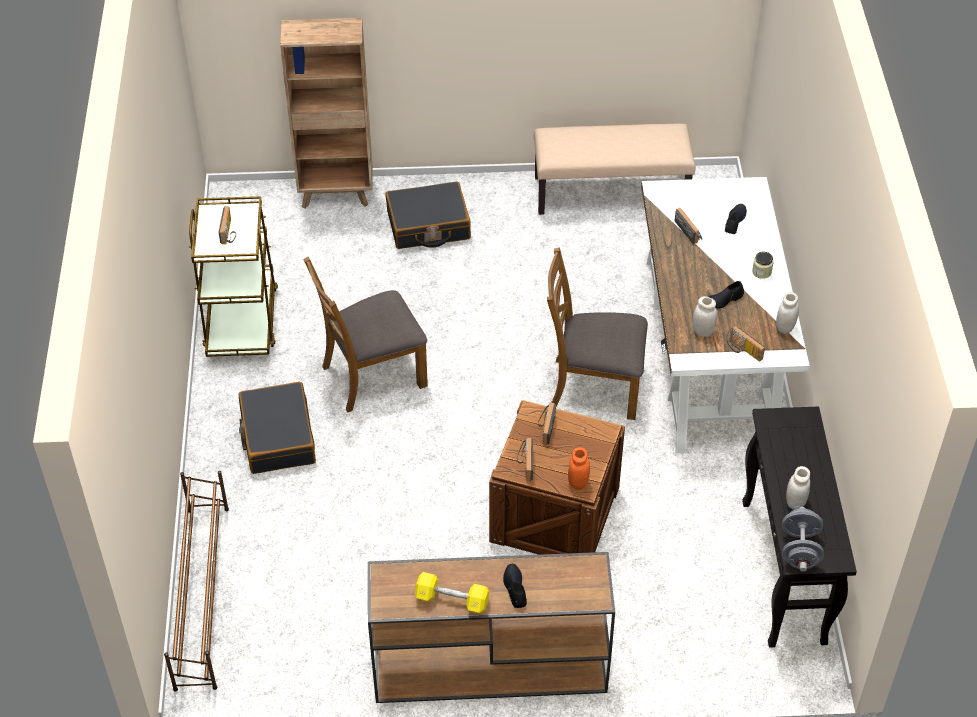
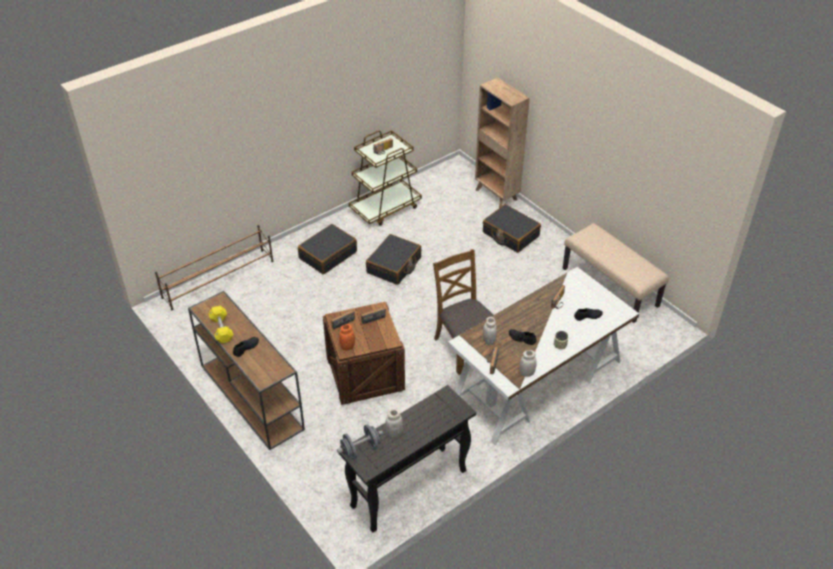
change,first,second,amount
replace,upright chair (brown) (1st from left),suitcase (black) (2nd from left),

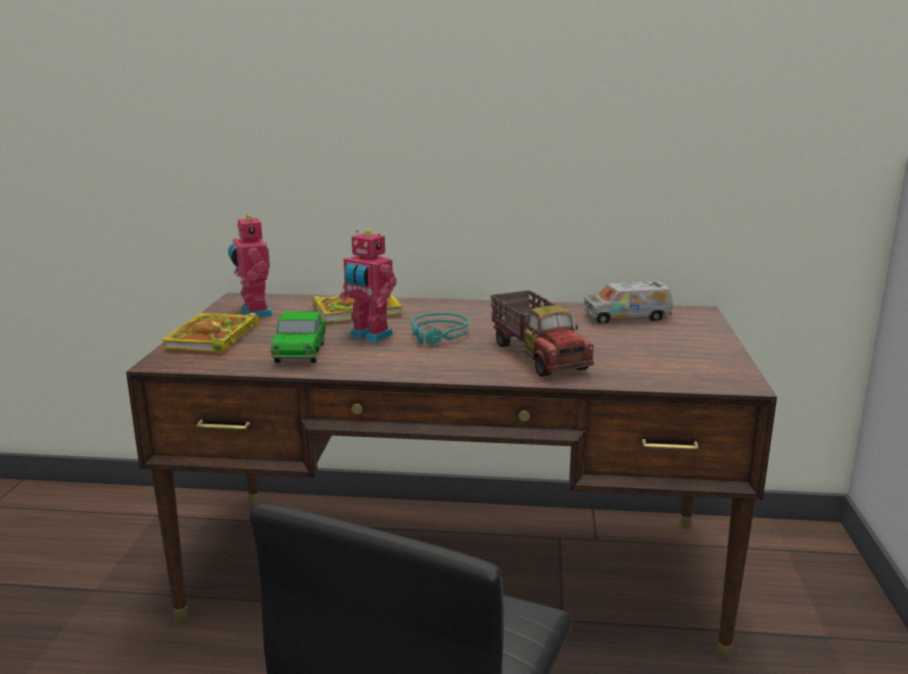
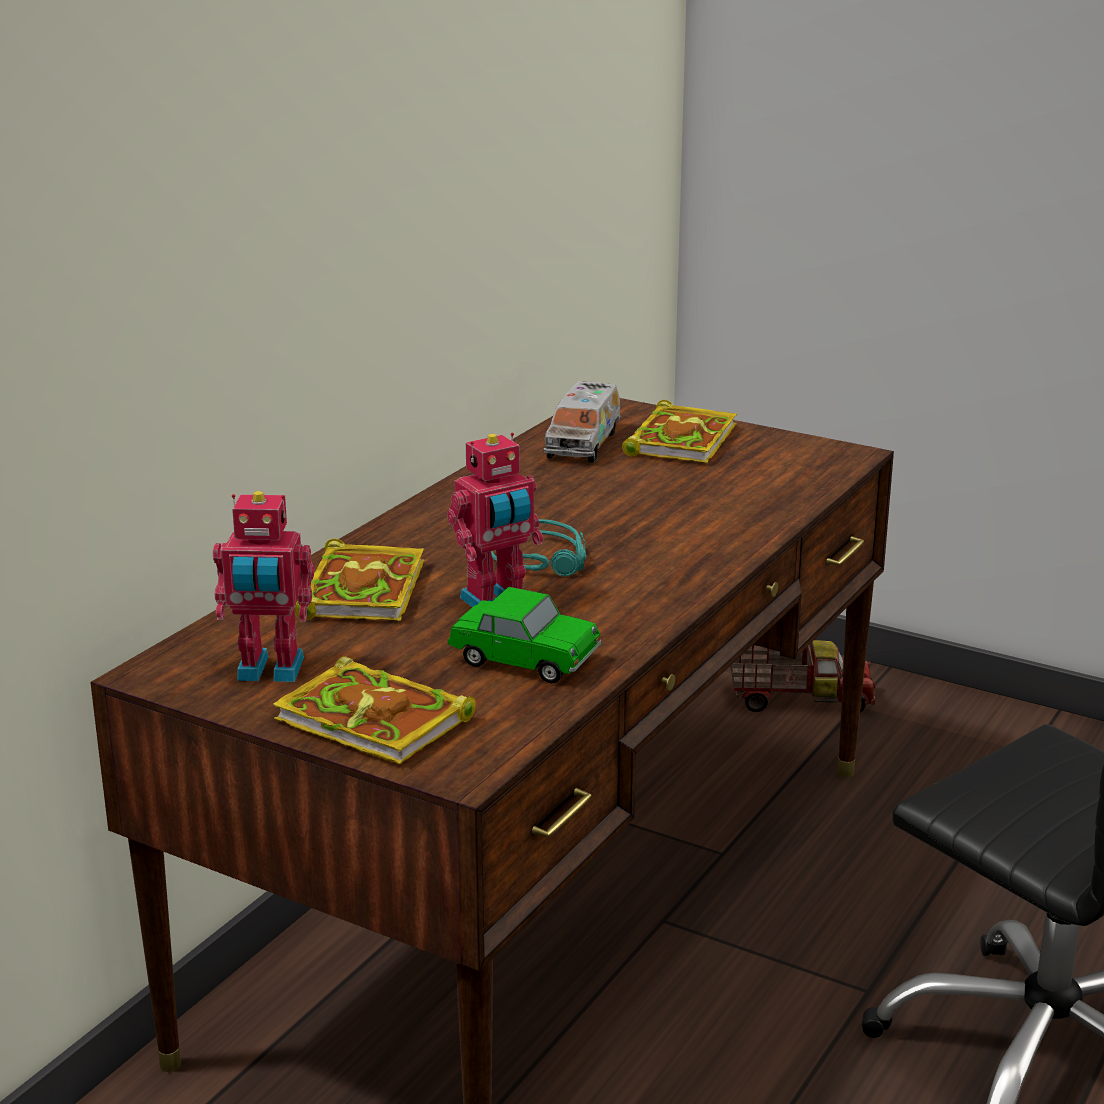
change,first,second,amount
move,model truck (1st from left in the first image),model truck (2nd from left),
insert,,book (3rd from left),

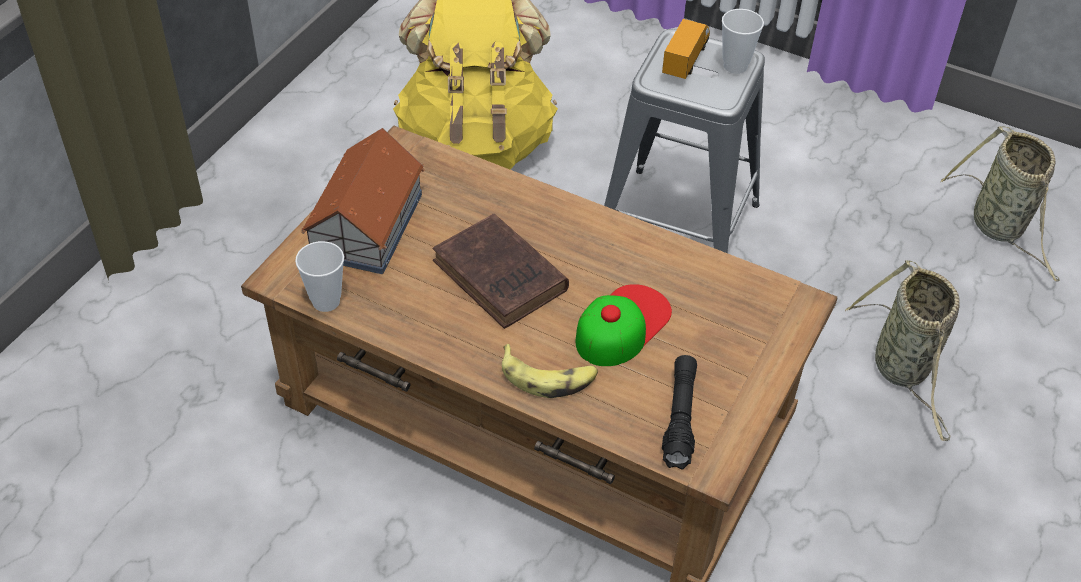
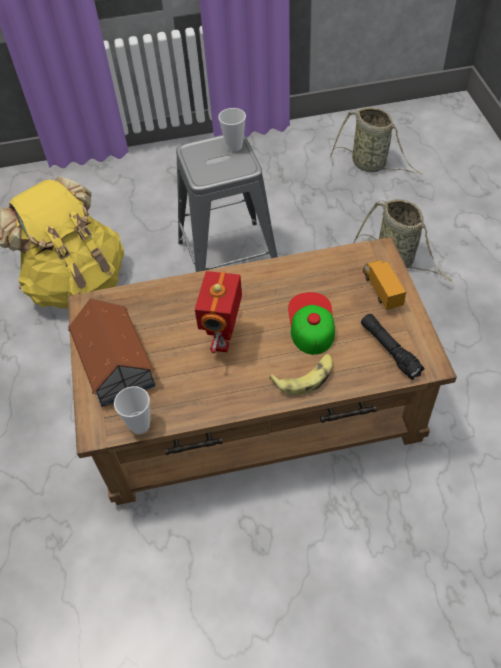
change,first,second,amount
replace,book (brown),toy robot,
move,model truck,,

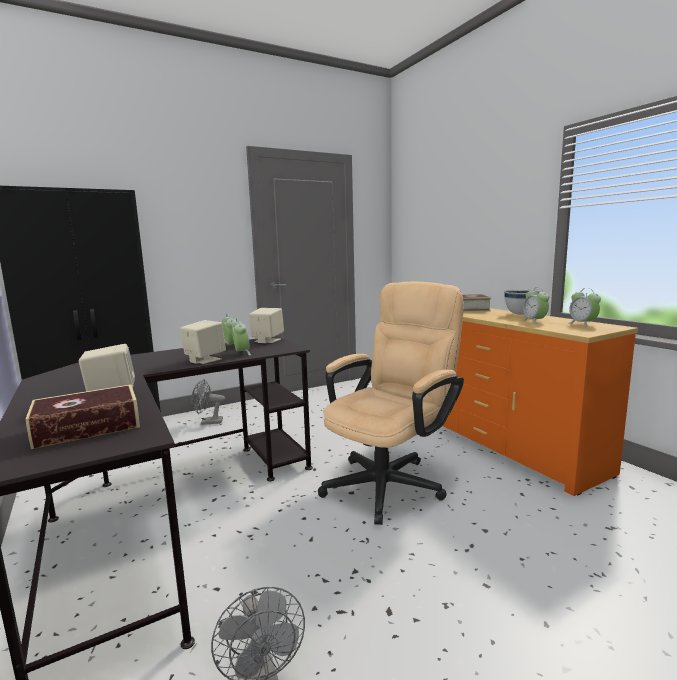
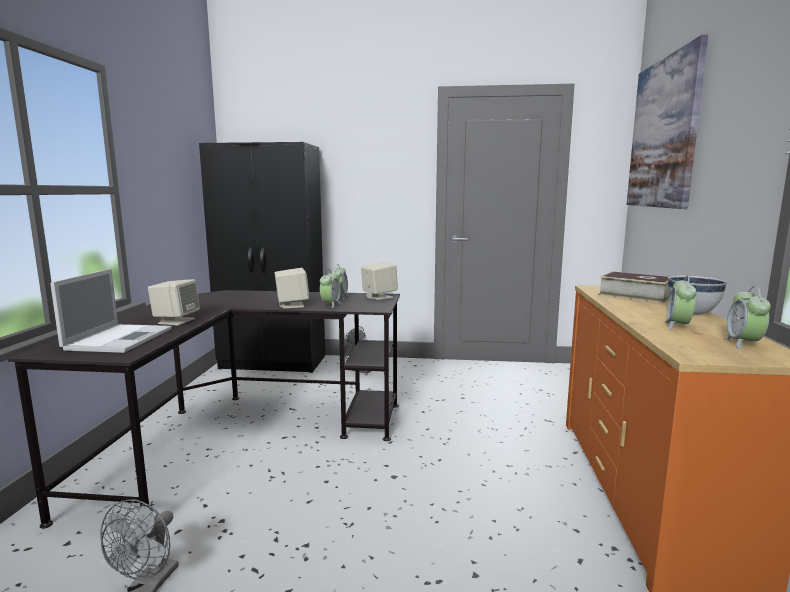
change,first,second,amount
replace,book (1st from left),laptop,
delete,office chair (beige-coloured),,
insert,,wall art,

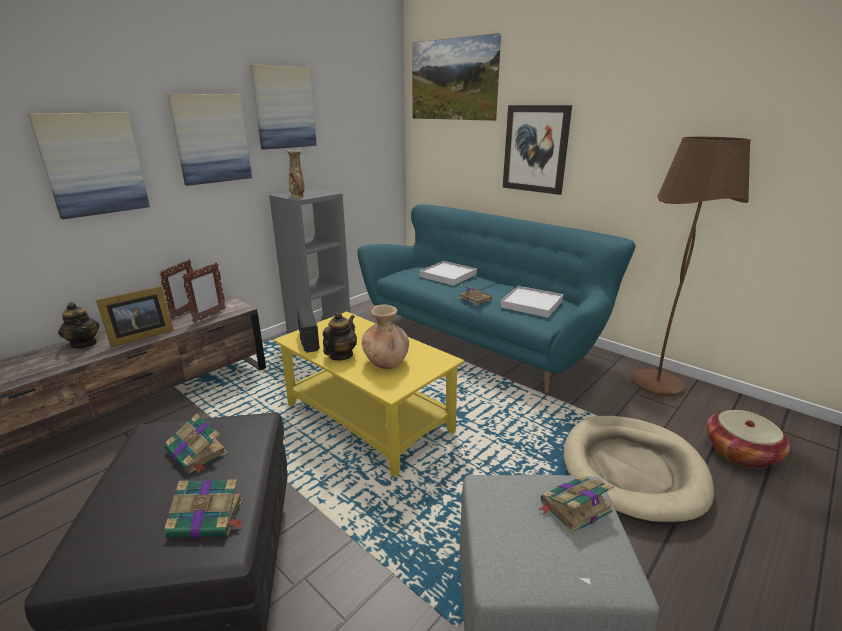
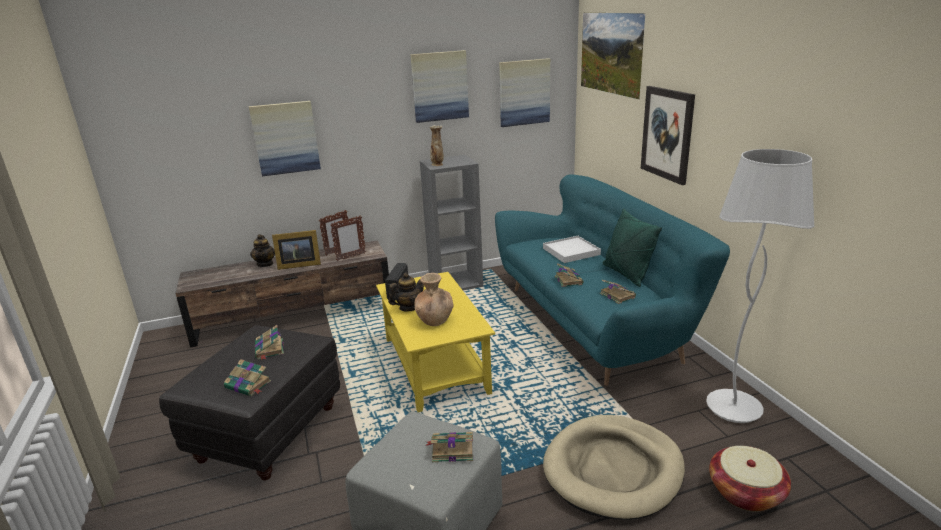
change,first,second,amount
move,wall art (2nd from left in the first image),wall art (3rd from left),
replace,carrying tray (white) (2nd from left),book (5th from left),
recolor,standing lamp (brown),standing lamp (white),
insert,,throw pillow (green-coloured),

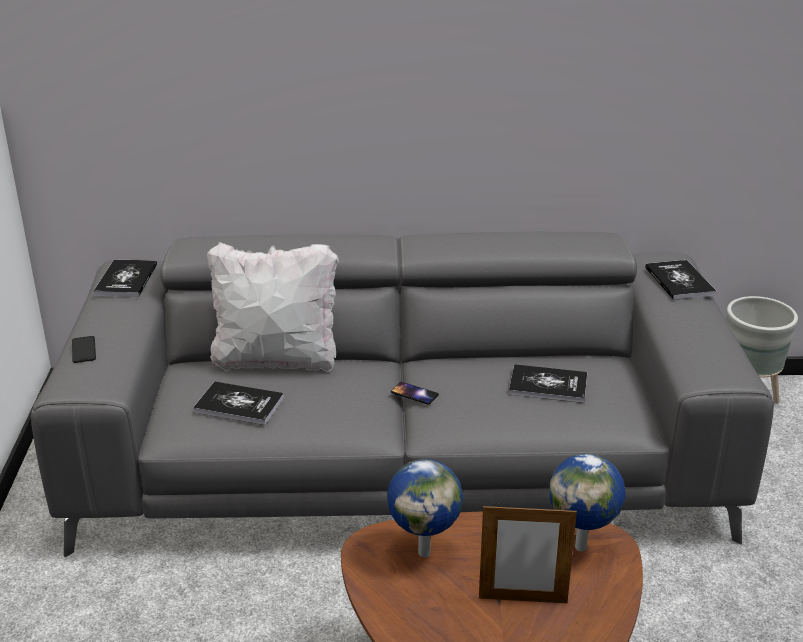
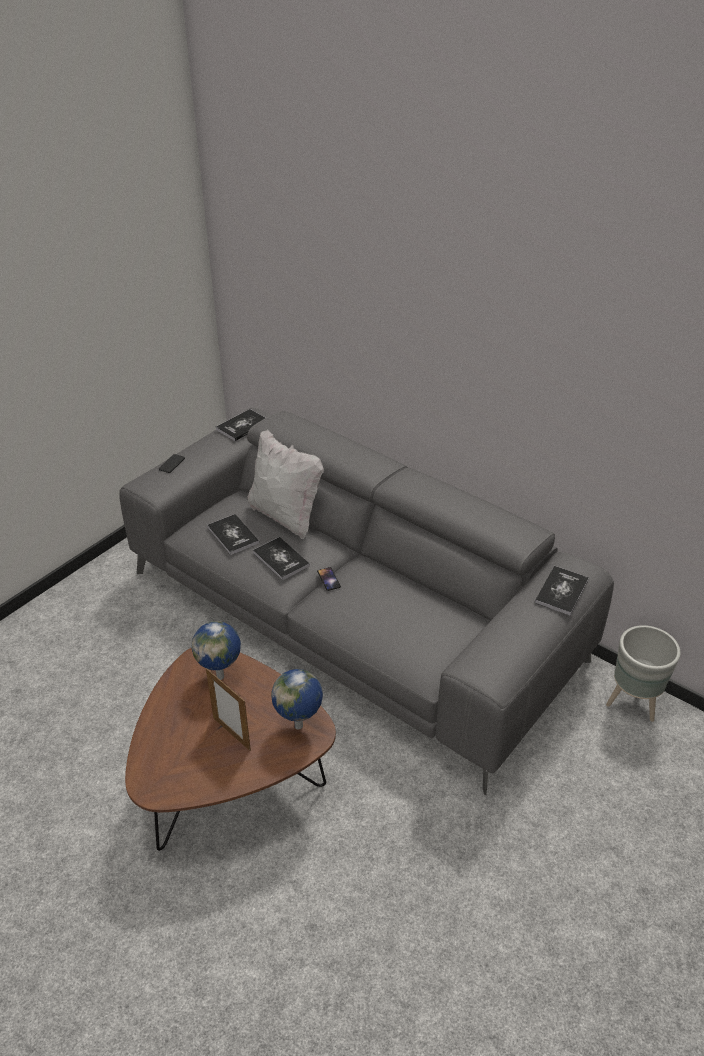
change,first,second,amount
move,book (3rd from left),,

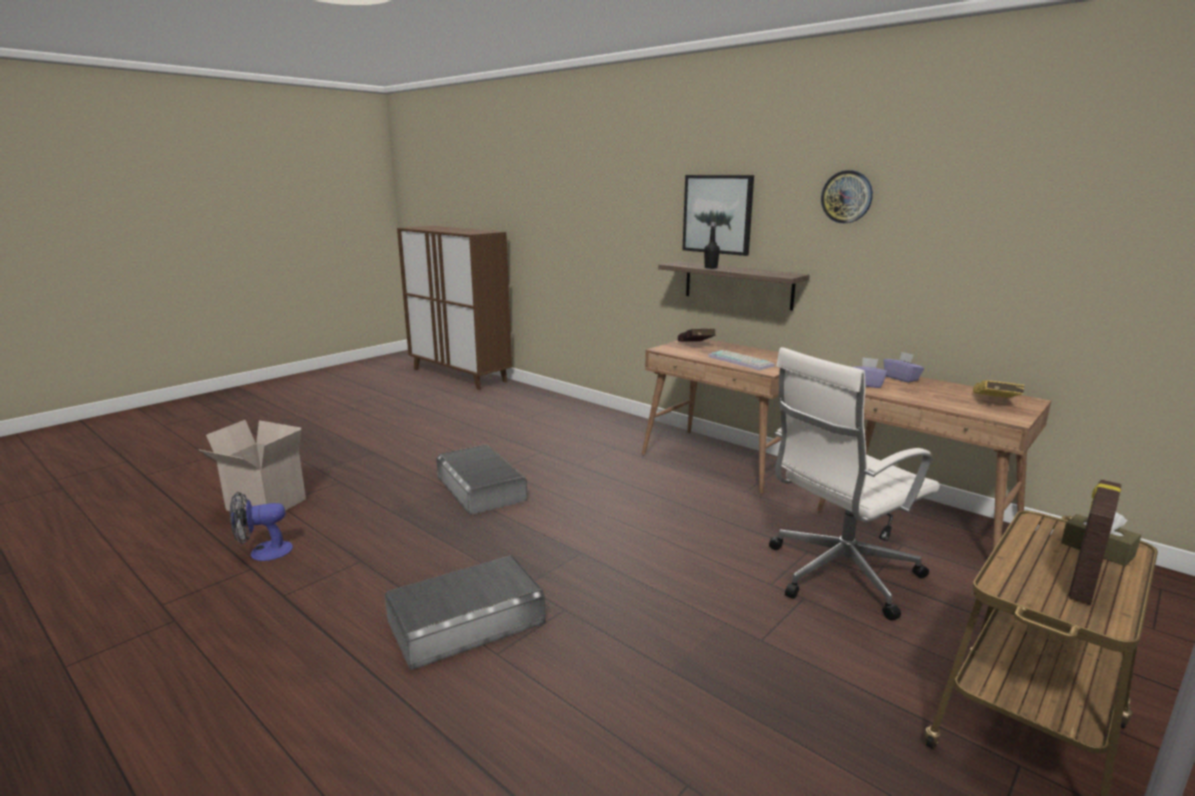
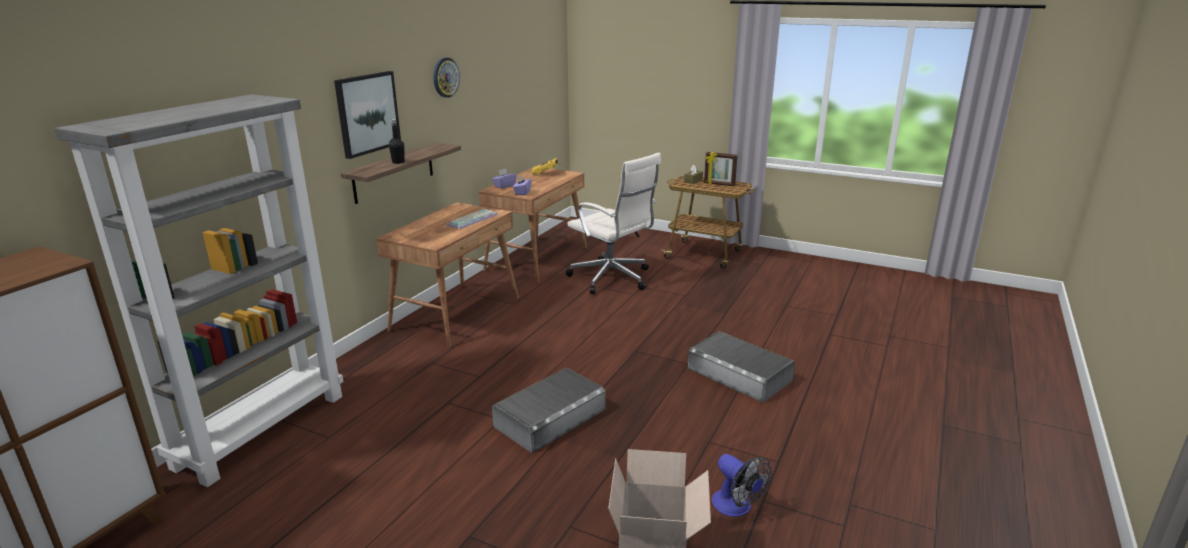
change,first,second,amount
delete,book (red),,
insert,,shelving unit (grey),

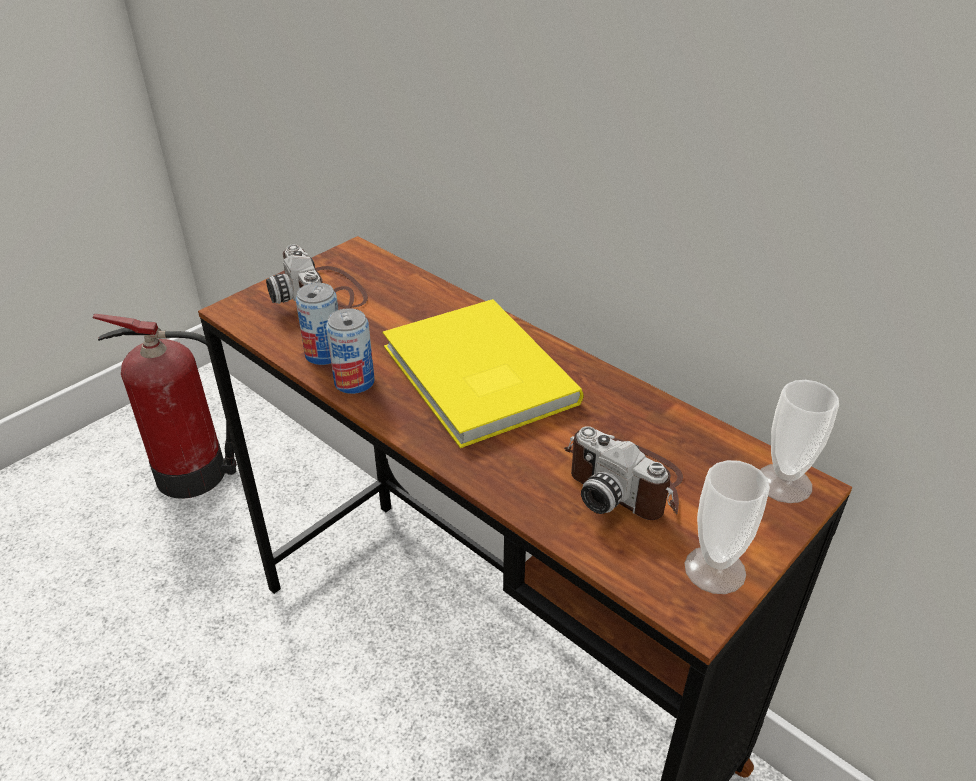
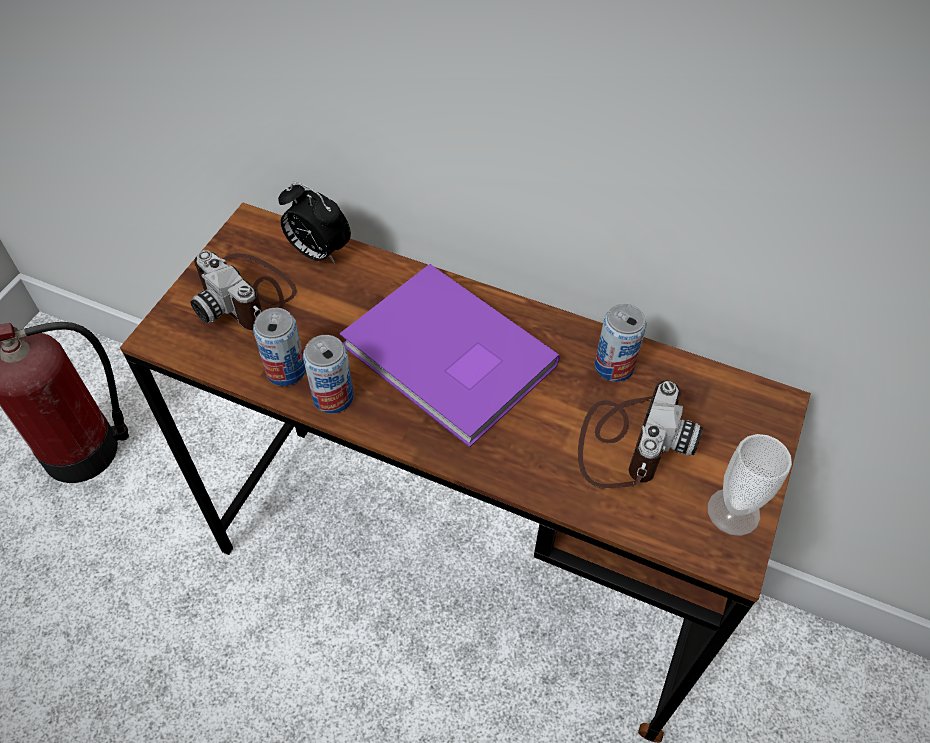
change,first,second,amount
recolor,book (yellow-coloured),book (purplish),
rotate,photo camera (2nd from left),,90 degrees counterclockwise
delete,small cup (2nd from left),,
insert,,table clock,
insert,,sealed can (3rd from left),

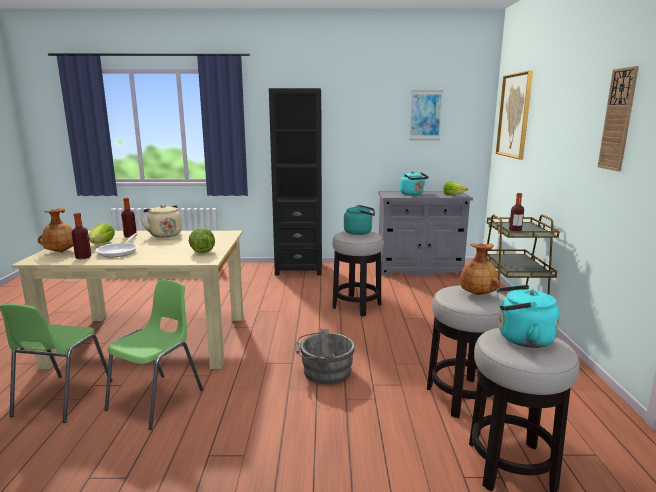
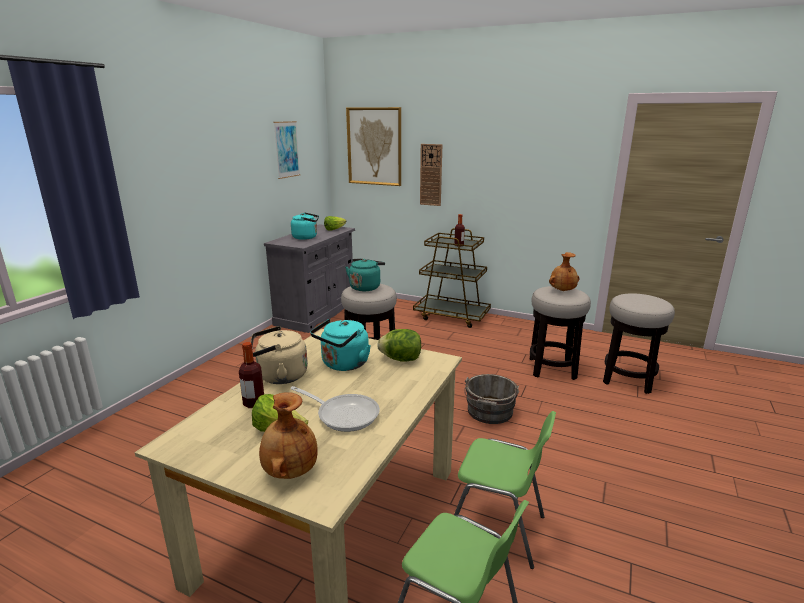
change,first,second,amount
delete,bottle (1st from left),,
rotate,upright chair (green-coloured) (2nd from left),,150 degrees clockwise
delete,shelving unit (black),,
move,kettle (turquoise-coloured) (3rd from left in the first image),kettle (turquoise-coloured) (2nd from left),
move,hanging clock,,

